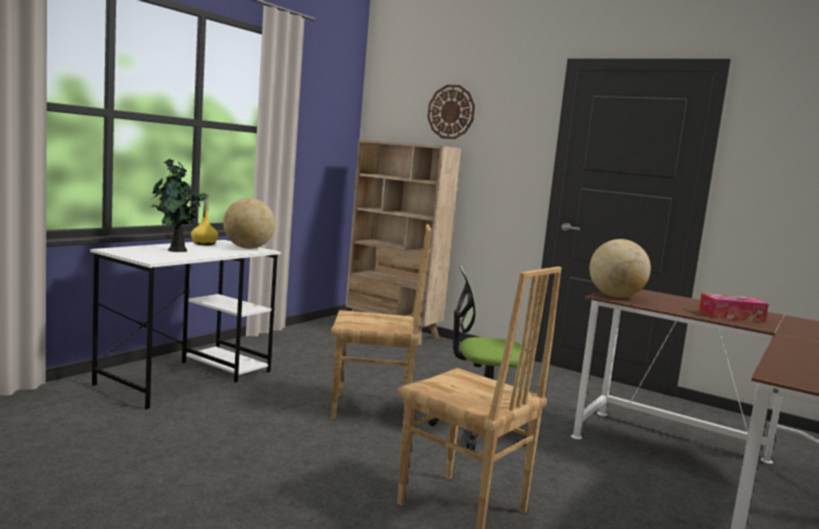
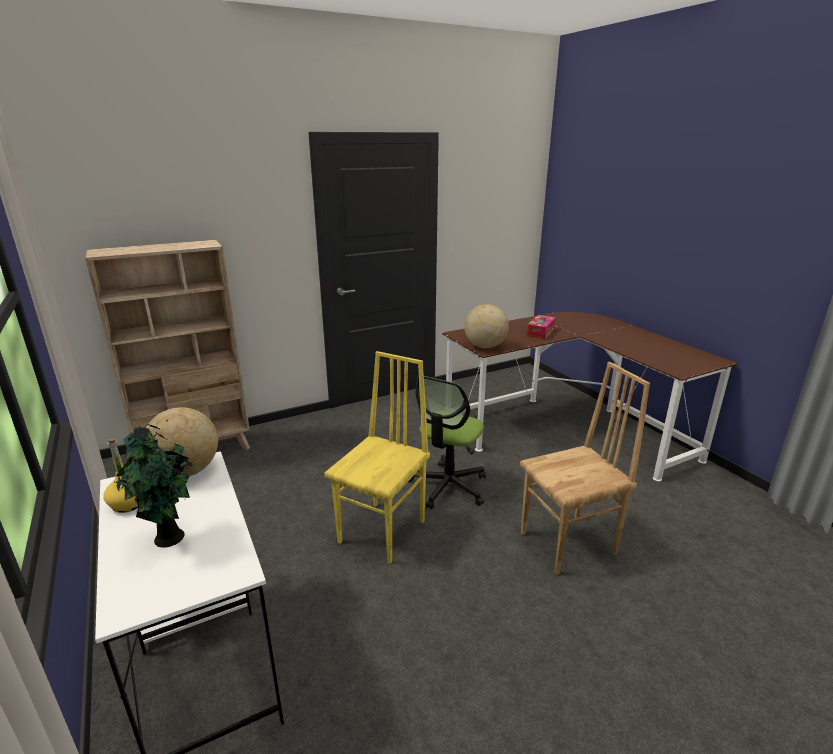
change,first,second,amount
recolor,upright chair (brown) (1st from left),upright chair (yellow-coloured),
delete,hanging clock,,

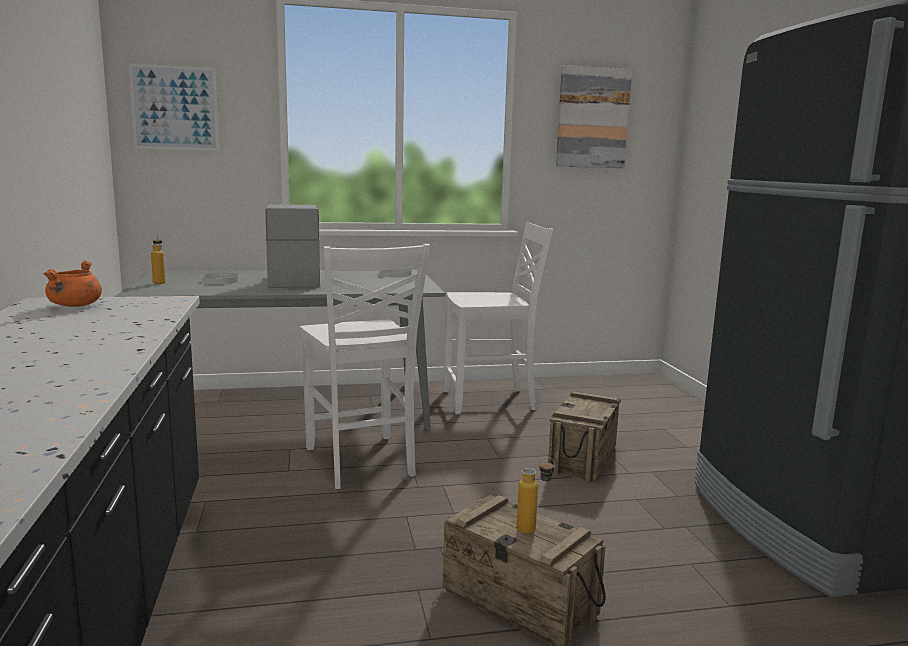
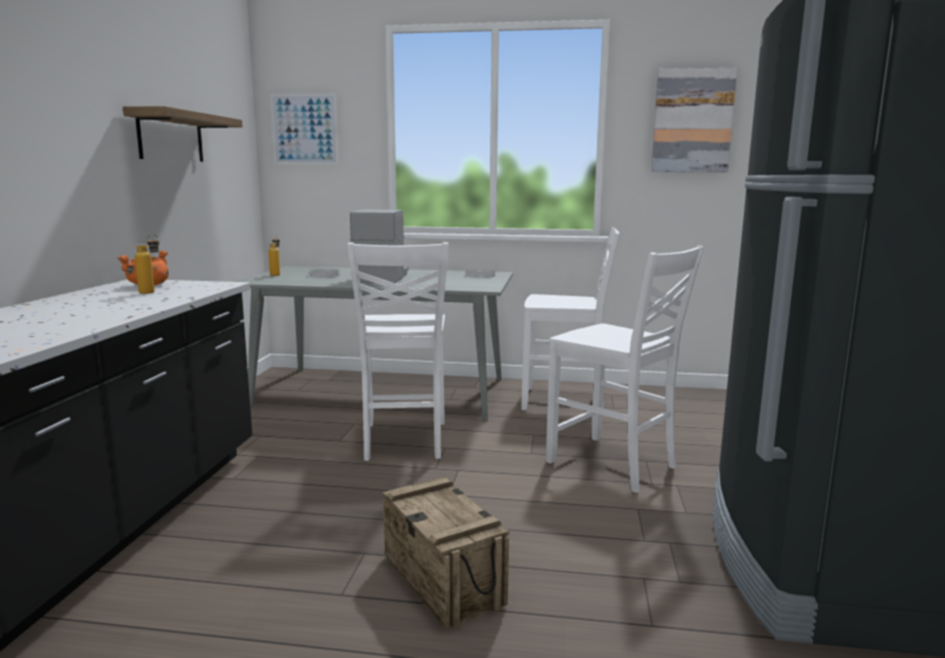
change,first,second,amount
move,bottle (2nd from left in the first image),bottle (1st from left),
replace,packing crate (2nd from left),upright chair (white) (3rd from left),
insert,,bracket shelf,

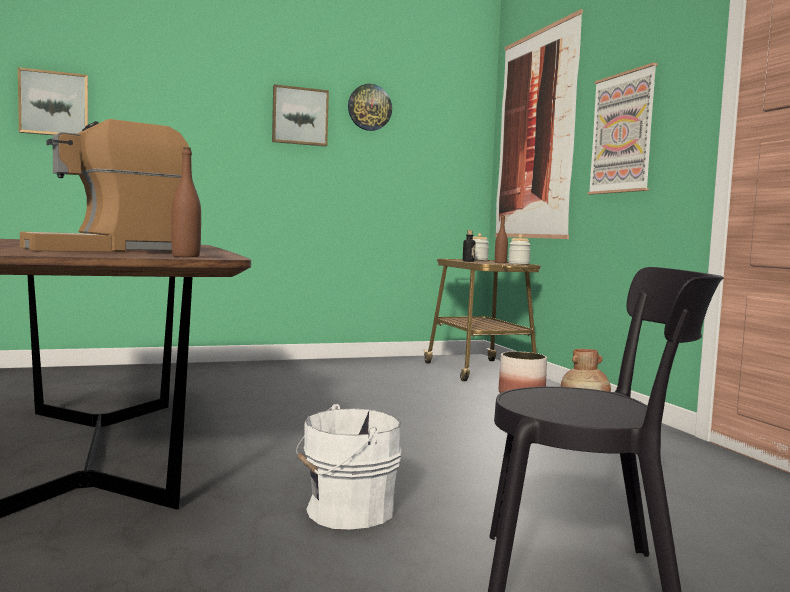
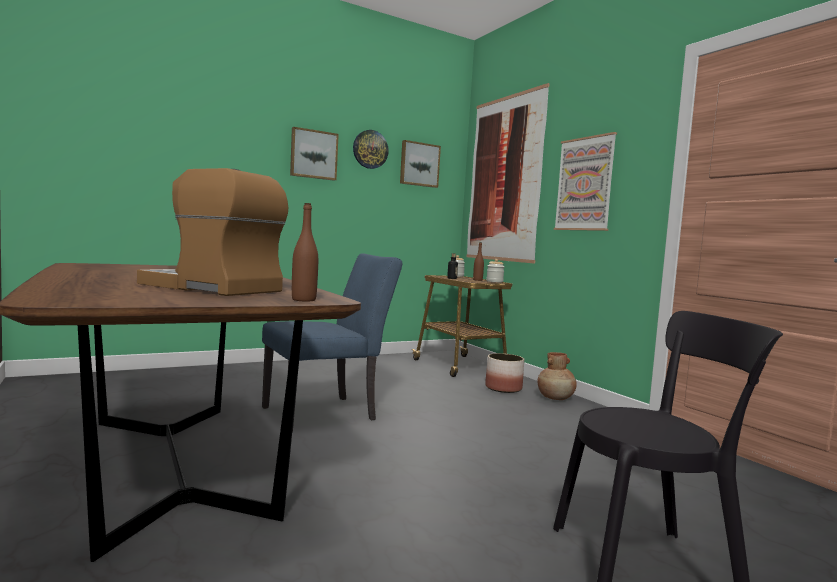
change,first,second,amount
move,wall art (1st from left in the first image),wall art (2nd from left),
rotate,coffee maker,,75 degrees clockwise
delete,water bucket (white),,
insert,,upright chair (blue),

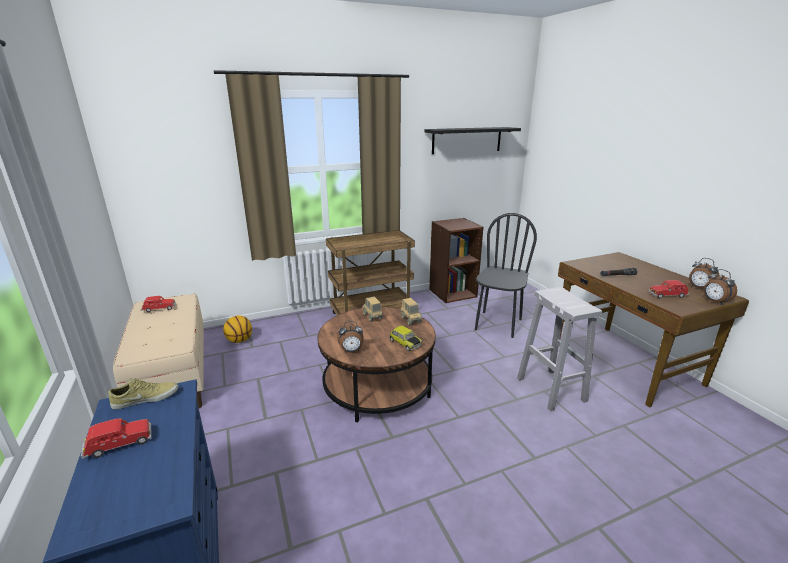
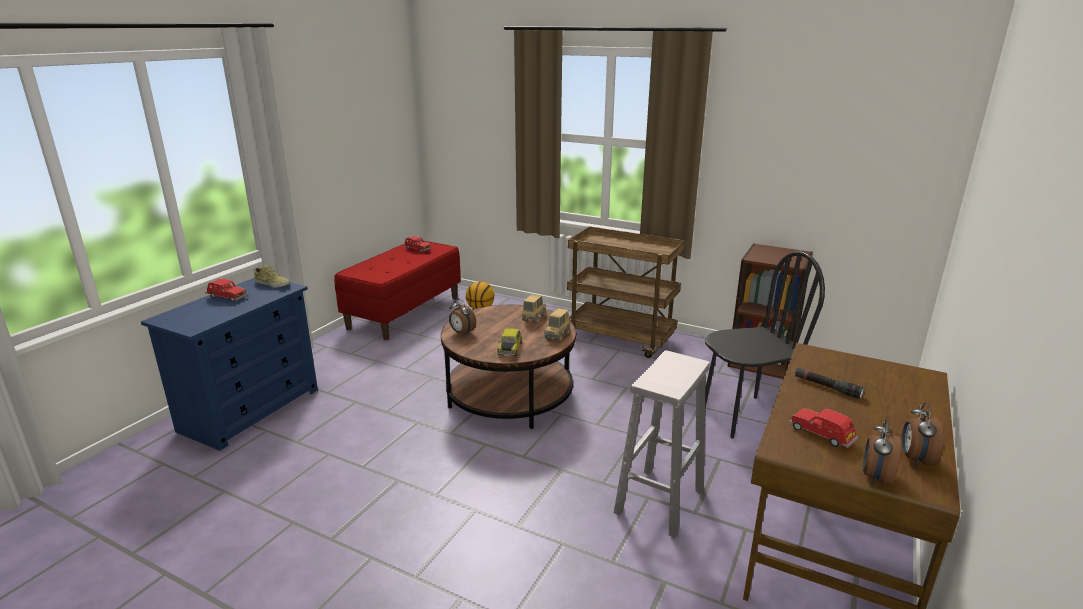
change,first,second,amount
recolor,long seat (beige-coloured),long seat (red),
delete,bracket shelf (black),,

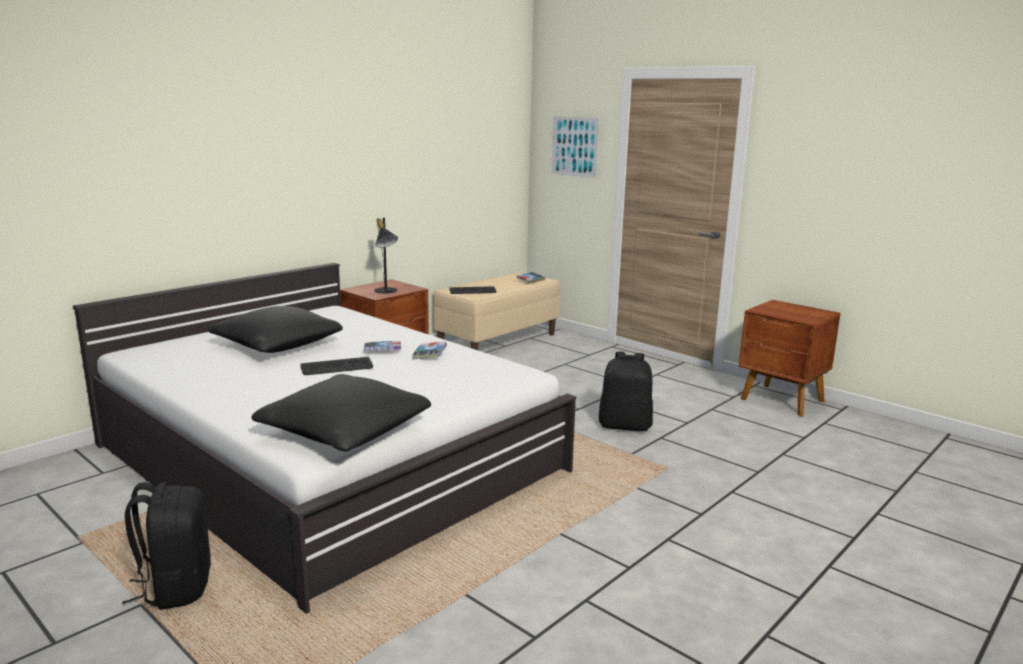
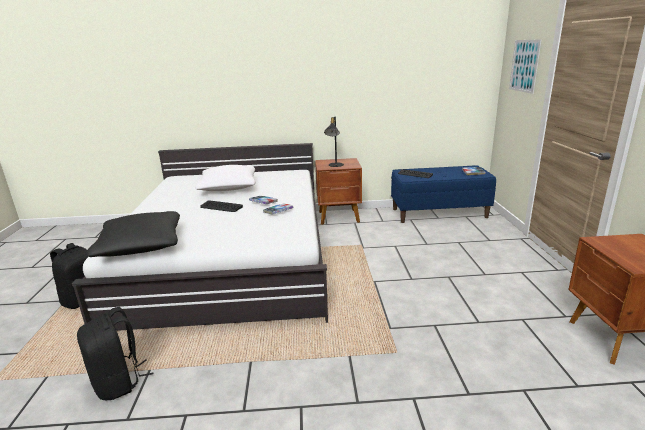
change,first,second,amount
recolor,throw pillow (black) (1st from left),throw pillow (white),
recolor,long seat (beige-coloured),long seat (blue),
move,rucksack (black) (2nd from left),,

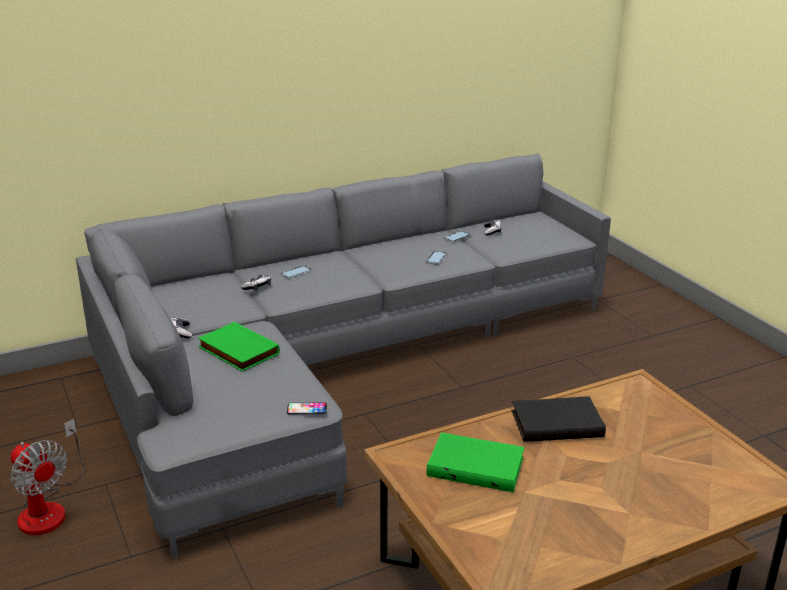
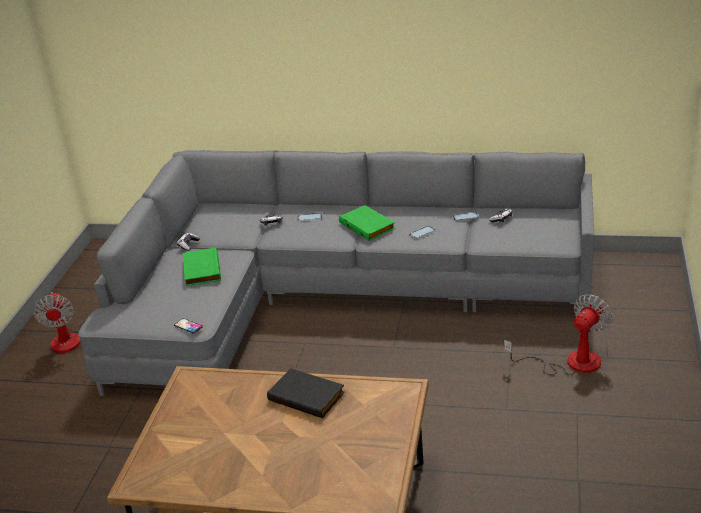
change,first,second,amount
move,book (green-coloured) (2nd from left),,
insert,,fan (2nd from left),

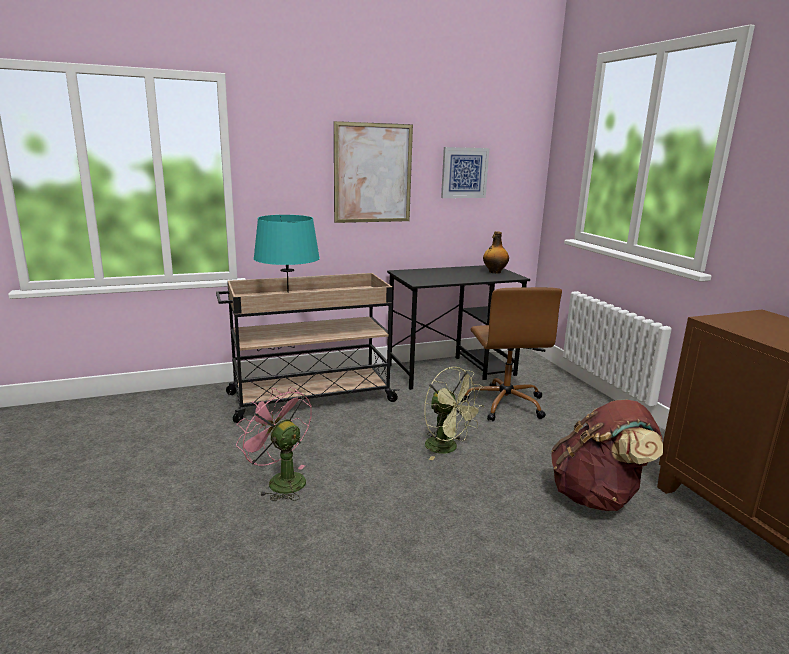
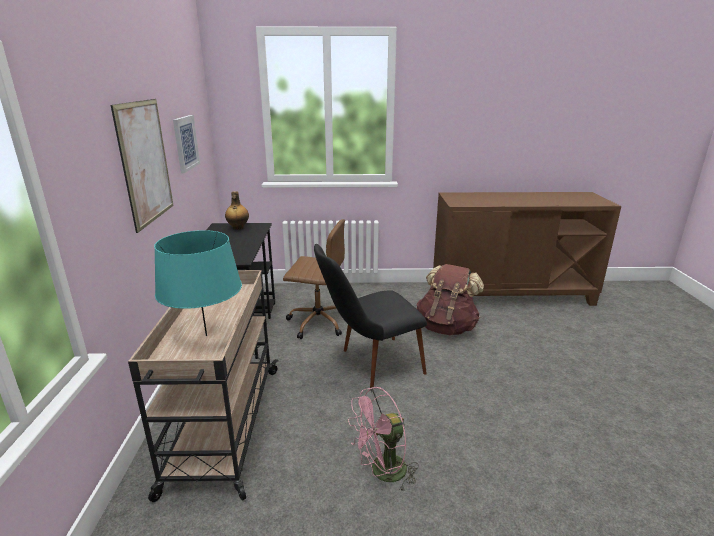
change,first,second,amount
replace,fan (green-coloured),upright chair (black),

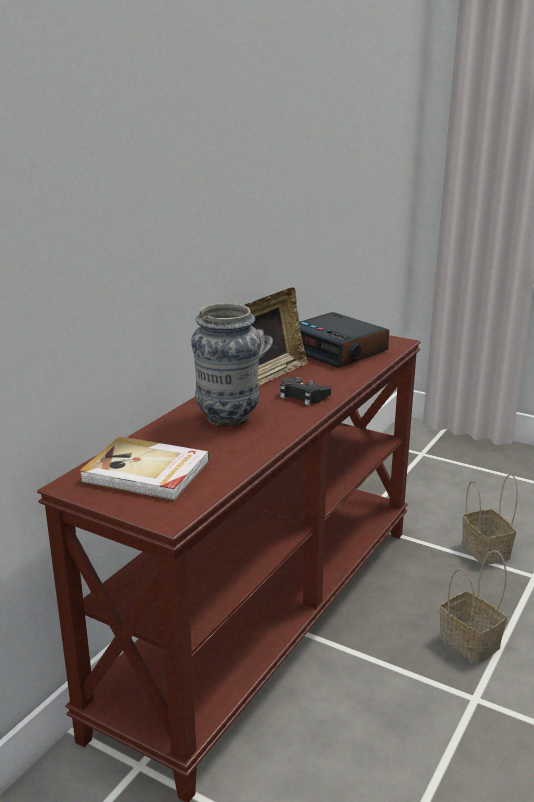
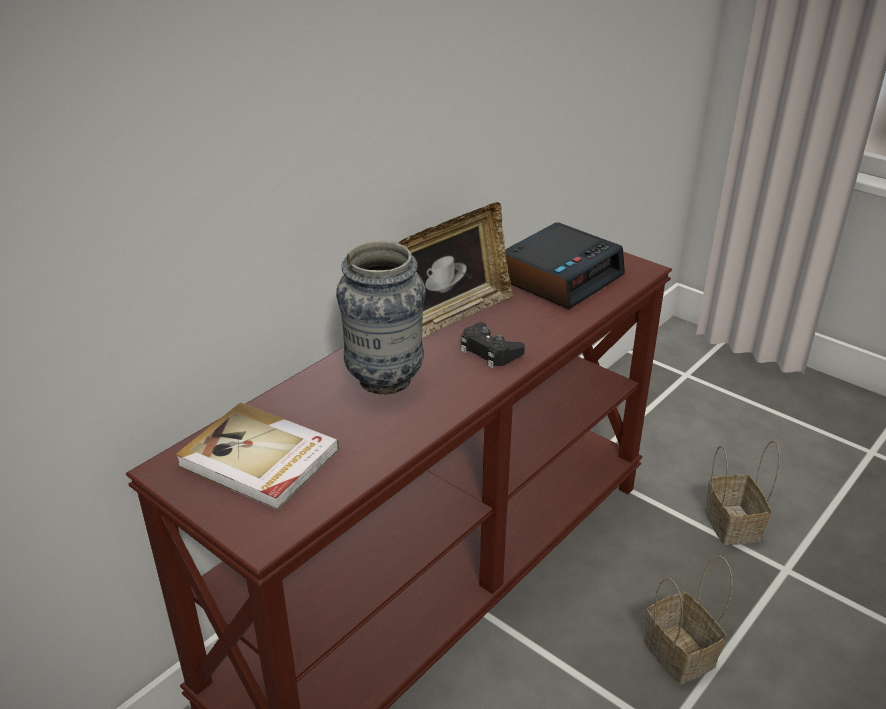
change,first,second,amount
rotate,table clock,,105 degrees counterclockwise

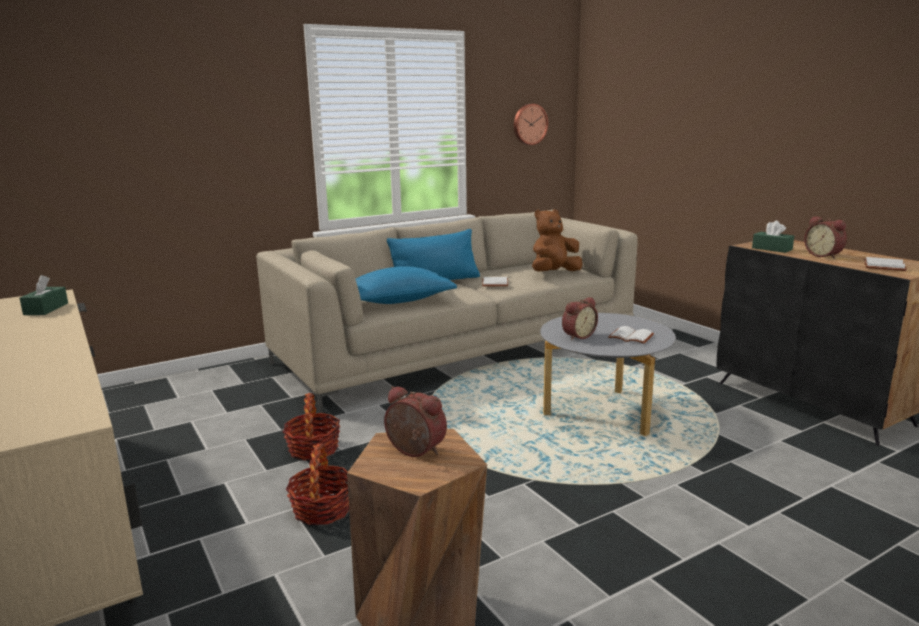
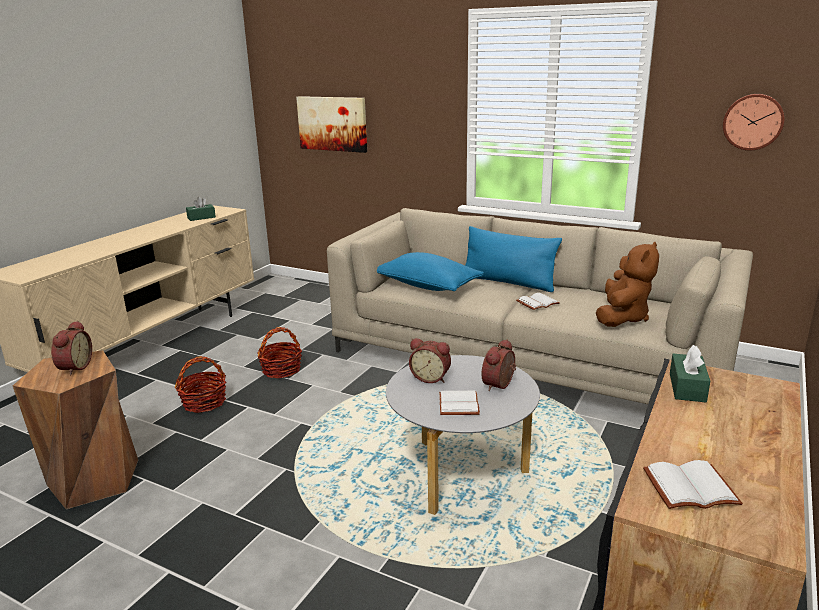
change,first,second,amount
rotate,cuddly toy (brown),,90 degrees clockwise
move,table clock (3rd from left),,
insert,,wall art,

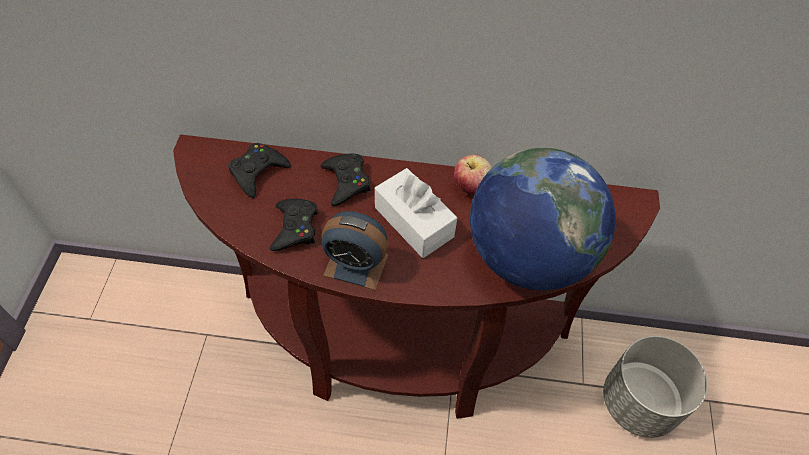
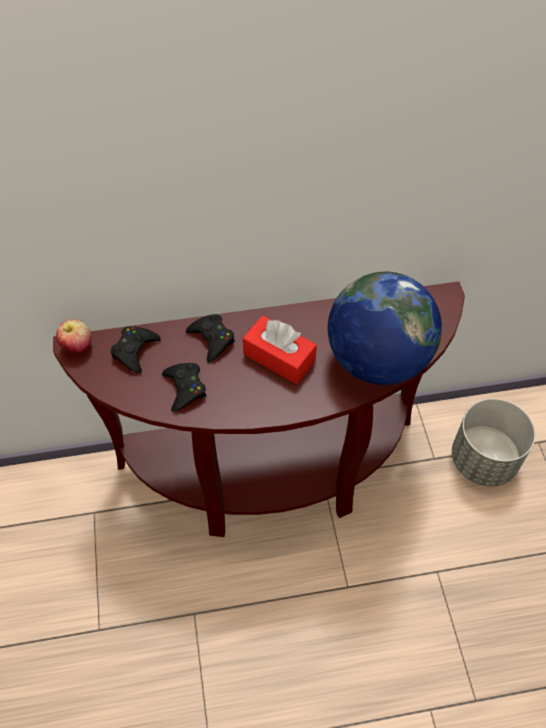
change,first,second,amount
delete,table clock,,
recolor,tissue holder (white),tissue holder (red),
move,apple,,

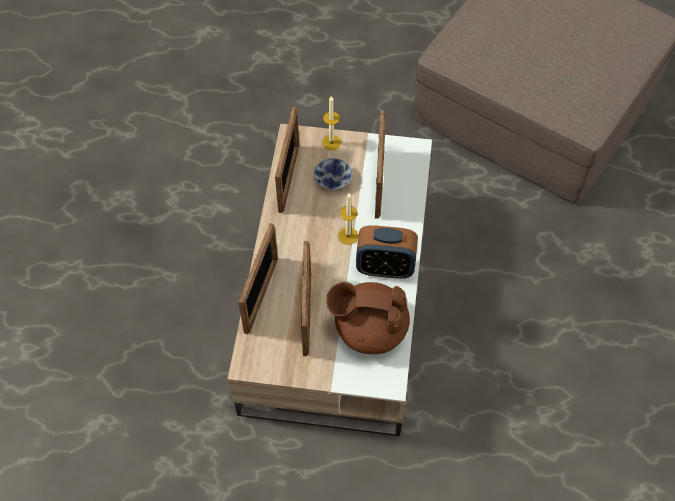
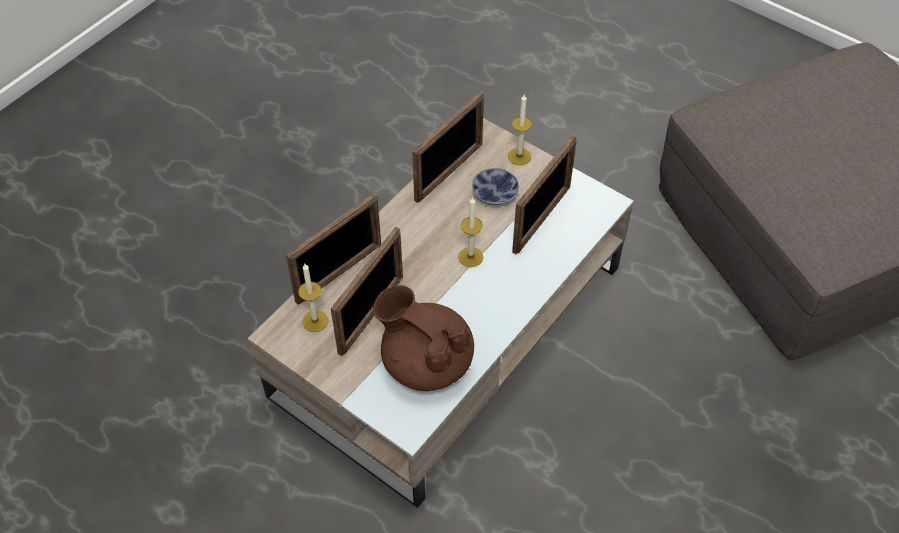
change,first,second,amount
delete,table clock,,
insert,,wax light (1st from left),

